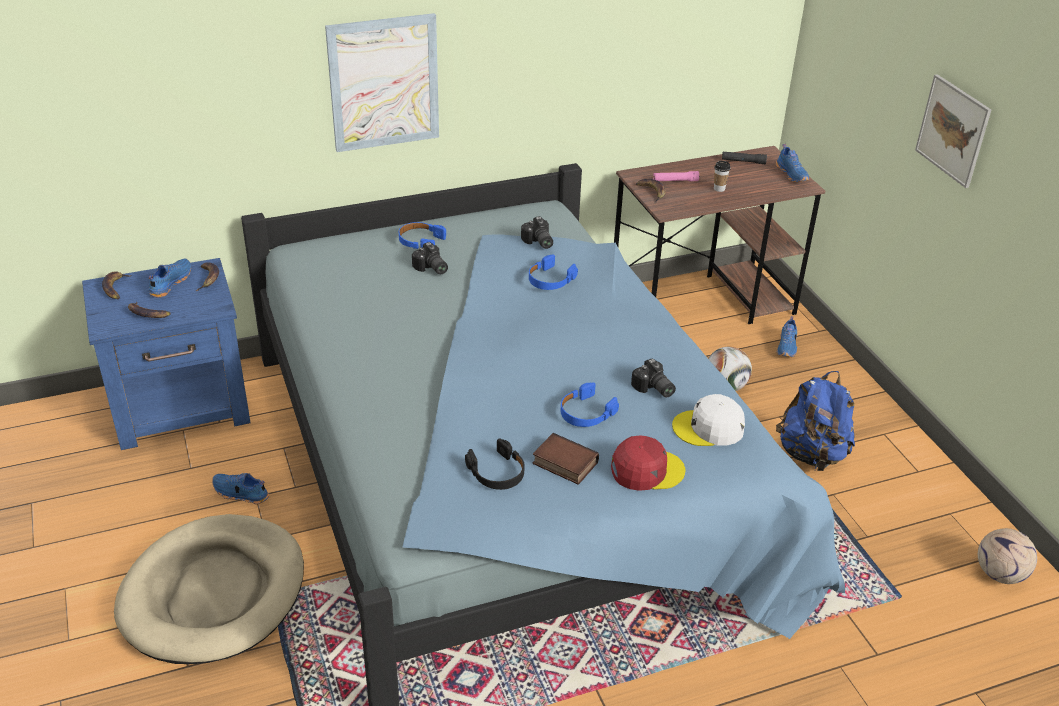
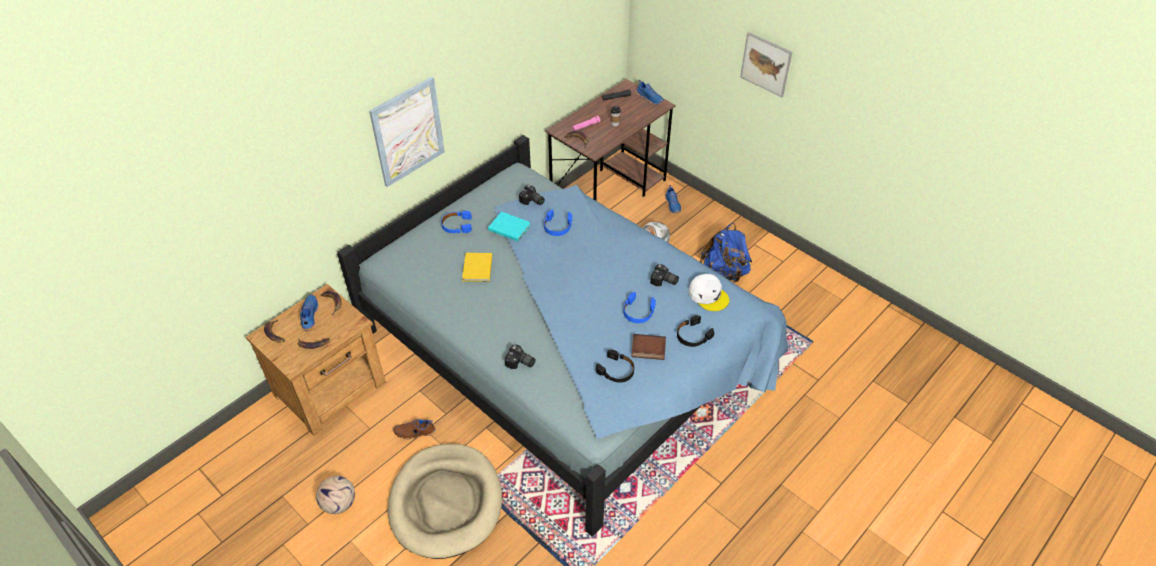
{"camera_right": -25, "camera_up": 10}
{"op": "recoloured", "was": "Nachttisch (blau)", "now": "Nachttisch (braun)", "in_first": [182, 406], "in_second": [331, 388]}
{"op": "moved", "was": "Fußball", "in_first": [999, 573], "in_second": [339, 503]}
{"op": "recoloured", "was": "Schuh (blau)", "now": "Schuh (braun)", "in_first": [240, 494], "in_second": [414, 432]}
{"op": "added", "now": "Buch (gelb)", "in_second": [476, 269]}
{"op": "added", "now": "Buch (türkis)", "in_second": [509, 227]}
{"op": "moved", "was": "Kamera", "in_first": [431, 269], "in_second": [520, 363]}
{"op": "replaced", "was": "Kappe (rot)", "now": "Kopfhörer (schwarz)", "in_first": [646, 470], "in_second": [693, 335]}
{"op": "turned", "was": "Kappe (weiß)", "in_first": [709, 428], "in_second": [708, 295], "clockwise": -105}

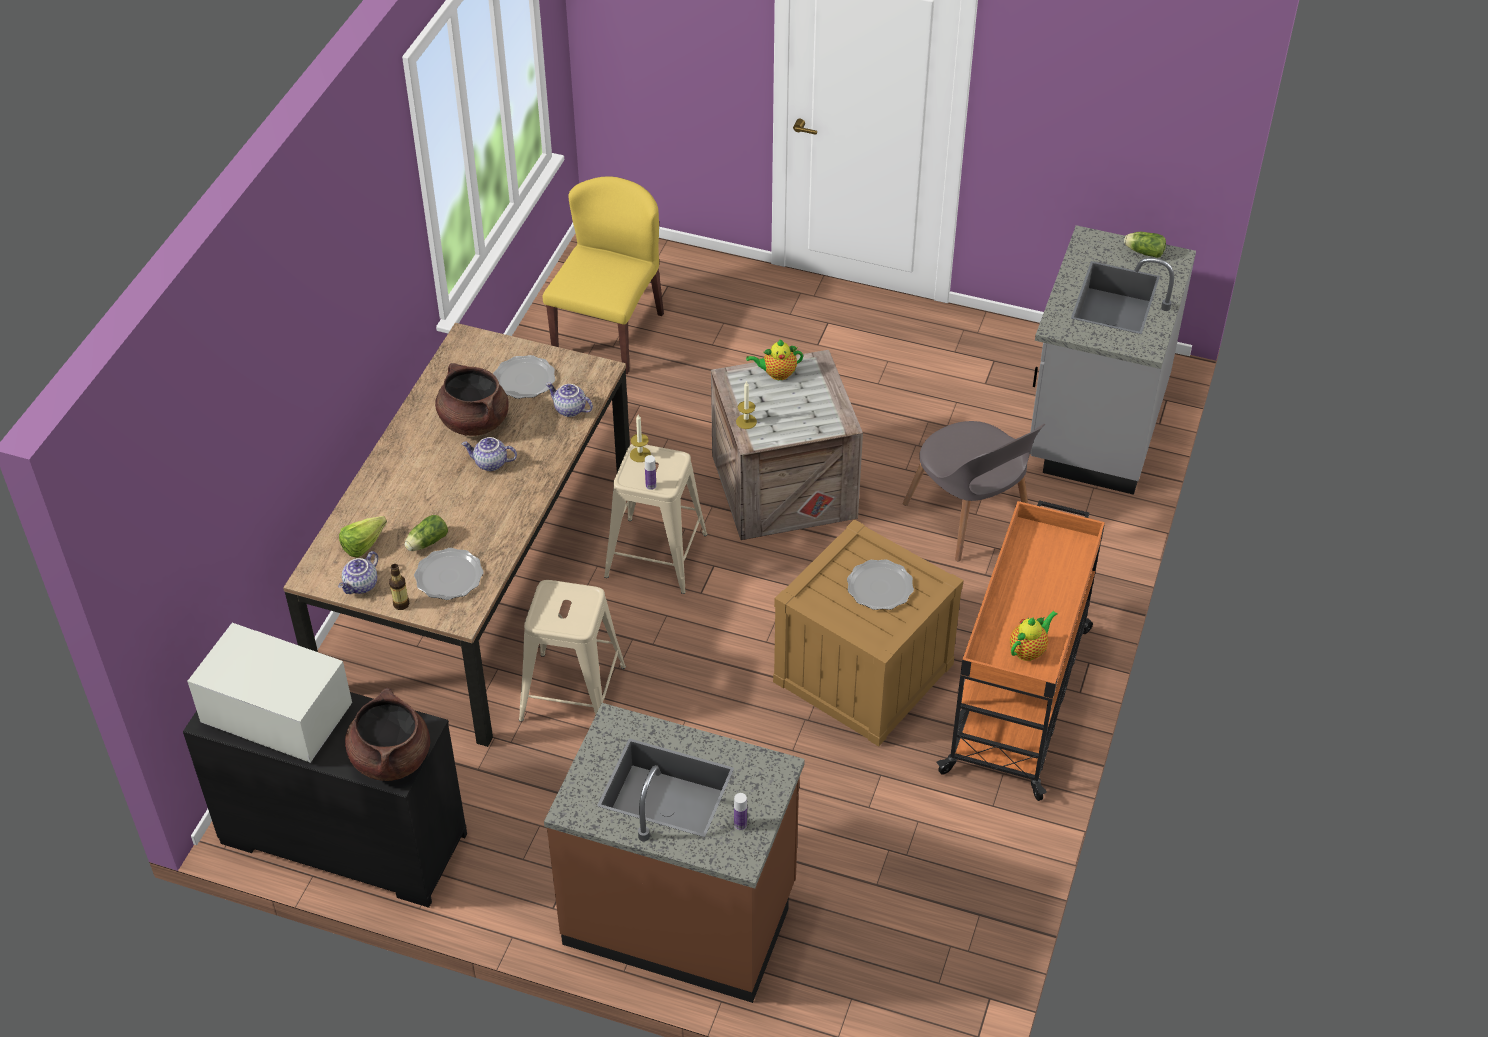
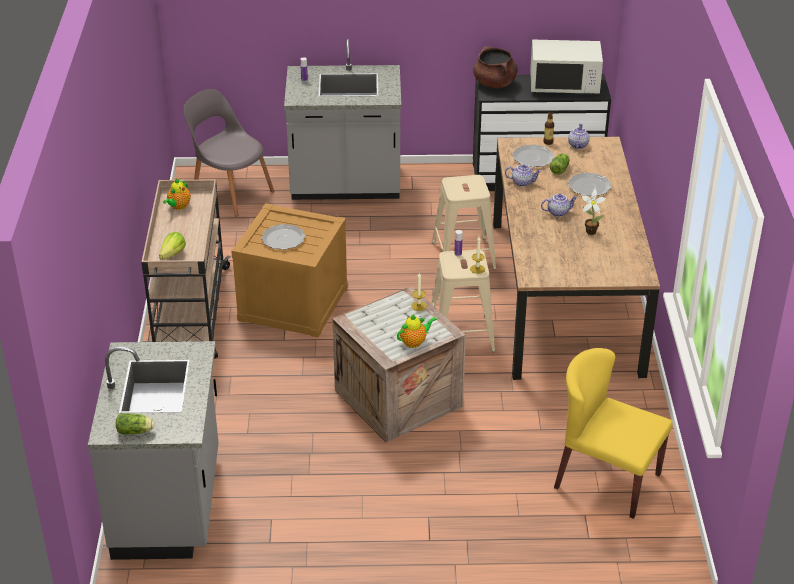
{"camera_right": 160, "camera_up": -10}
{"op": "recoloured", "was": "Rollwagen (orange)", "now": "Rollwagen (beige)", "in_first": [1018, 697], "in_second": [190, 313]}
{"op": "moved", "was": "Salatkopf", "in_first": [367, 543], "in_second": [170, 256]}
{"op": "moved", "was": "Stuhl (grau)", "in_first": [969, 518], "in_second": [230, 192]}
{"op": "recoloured", "was": "Küchenzeile (braun)", "now": "Küchenzeile (grau)", "in_first": [681, 915], "in_second": [345, 186]}
{"op": "moved", "was": "Teekanne", "in_first": [569, 410], "in_second": [522, 182]}
{"op": "turned", "was": "Stuhl (gelb)", "in_first": [608, 333], "in_second": [606, 480], "clockwise": 120}
{"op": "moved", "was": "Teller", "in_first": [524, 380], "in_second": [589, 186]}
{"op": "replaced", "was": "Kochtopf (braun)", "now": "Topfpflanze", "in_first": [473, 421], "in_second": [589, 231]}

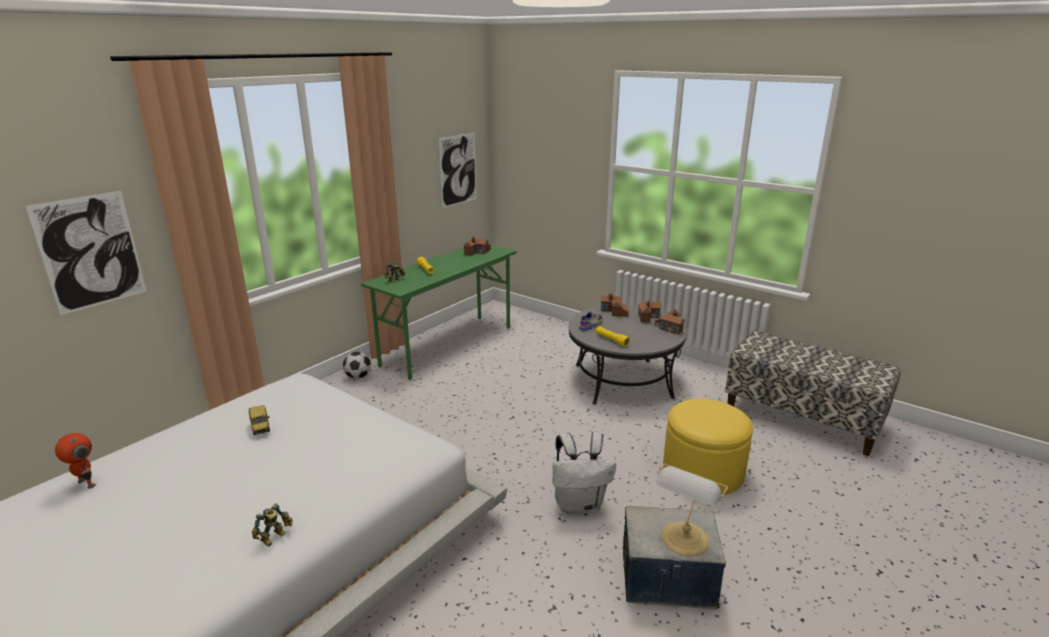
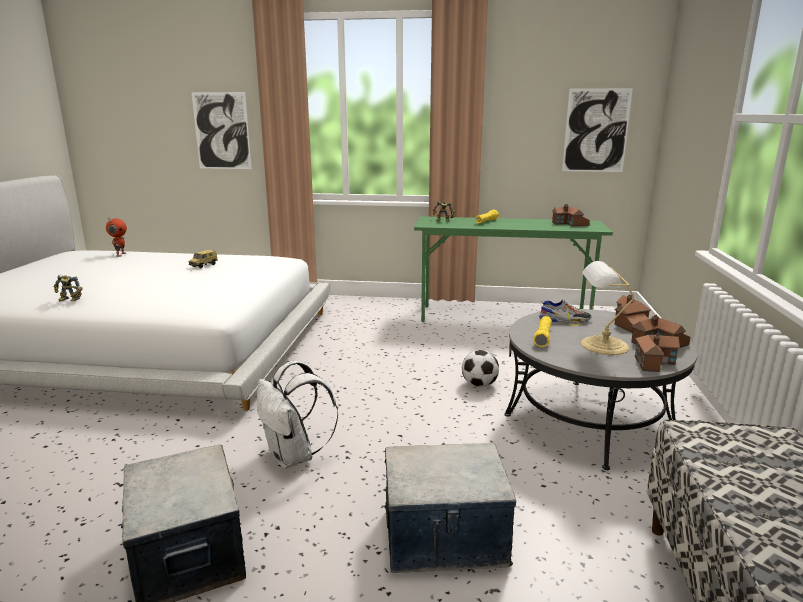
{"camera_right": 60, "camera_up": -5}
{"op": "replaced", "was": "Polsterhocker (gelb)", "now": "Aufbewahrungsbox", "in_first": [703, 471], "in_second": [444, 537]}
{"op": "moved", "was": "Fußball", "in_first": [358, 377], "in_second": [479, 385]}
{"op": "moved", "was": "Tischlampe", "in_first": [684, 540], "in_second": [601, 345]}

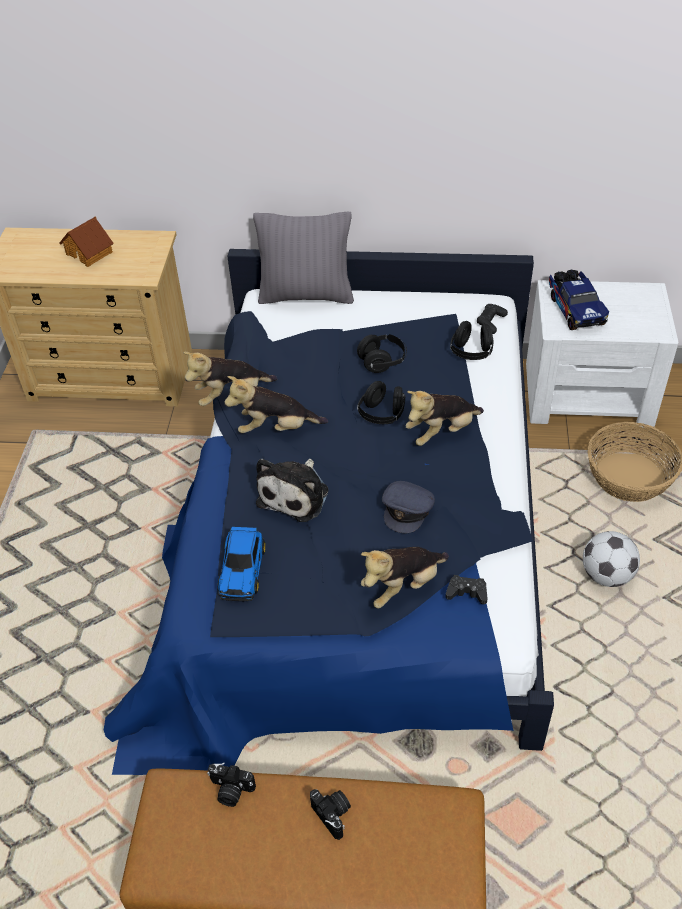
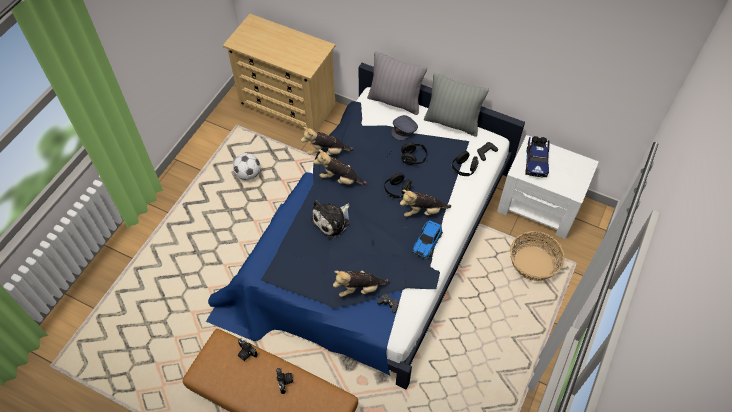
{"camera_right": 20, "camera_up": 10}
{"op": "moved", "was": "Fußball", "in_first": [606, 575], "in_second": [248, 174]}
{"op": "moved", "was": "Kappe (grau)", "in_first": [407, 509], "in_second": [404, 129]}
{"op": "moved", "was": "Spielzeugauto", "in_first": [242, 569], "in_second": [427, 242]}
{"op": "added", "now": "Kissen (grau)", "in_second": [452, 122]}
{"op": "removed", "was": "Spielzeughaus", "in_first": [89, 252]}

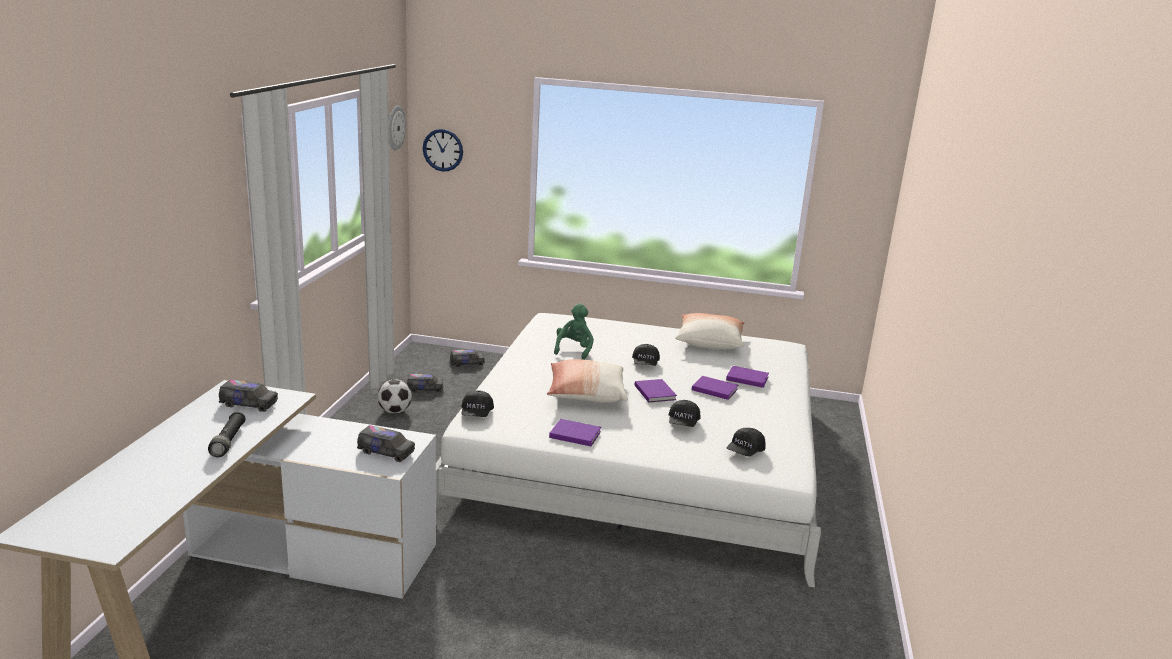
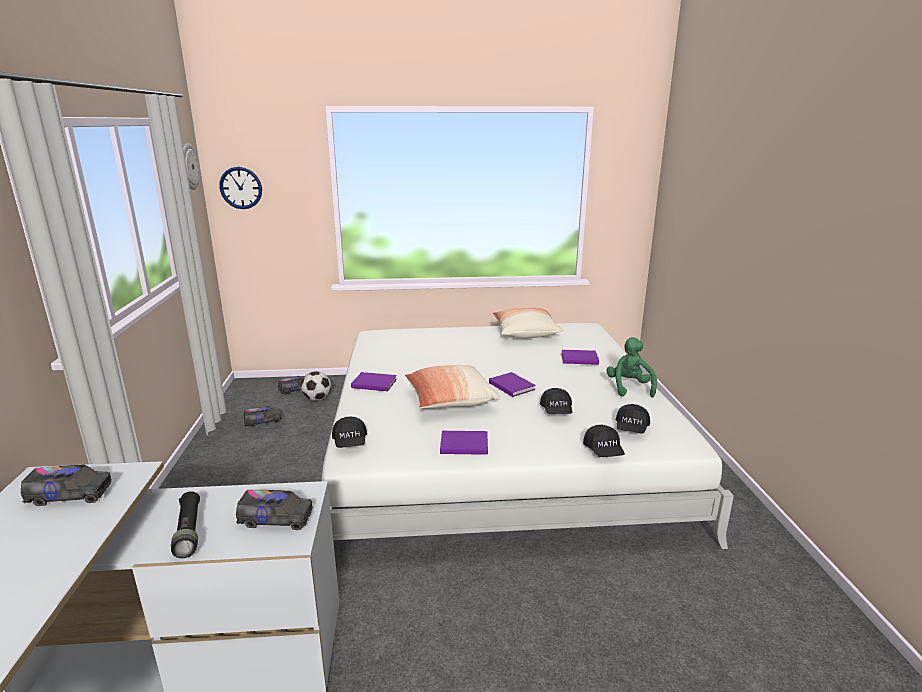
{"camera_right": -15, "camera_up": 0}
{"op": "moved", "was": "Taschenlampe (schwarz)", "in_first": [228, 441], "in_second": [189, 531]}
{"op": "moved", "was": "Fußball", "in_first": [394, 411], "in_second": [317, 399]}
{"op": "moved", "was": "Buch (lila)", "in_first": [713, 389], "in_second": [373, 383]}
{"op": "moved", "was": "Kappe (schwarz)", "in_first": [645, 364], "in_second": [603, 451]}
{"op": "moved", "was": "Plüschtier (grün)", "in_first": [574, 350], "in_second": [629, 388]}

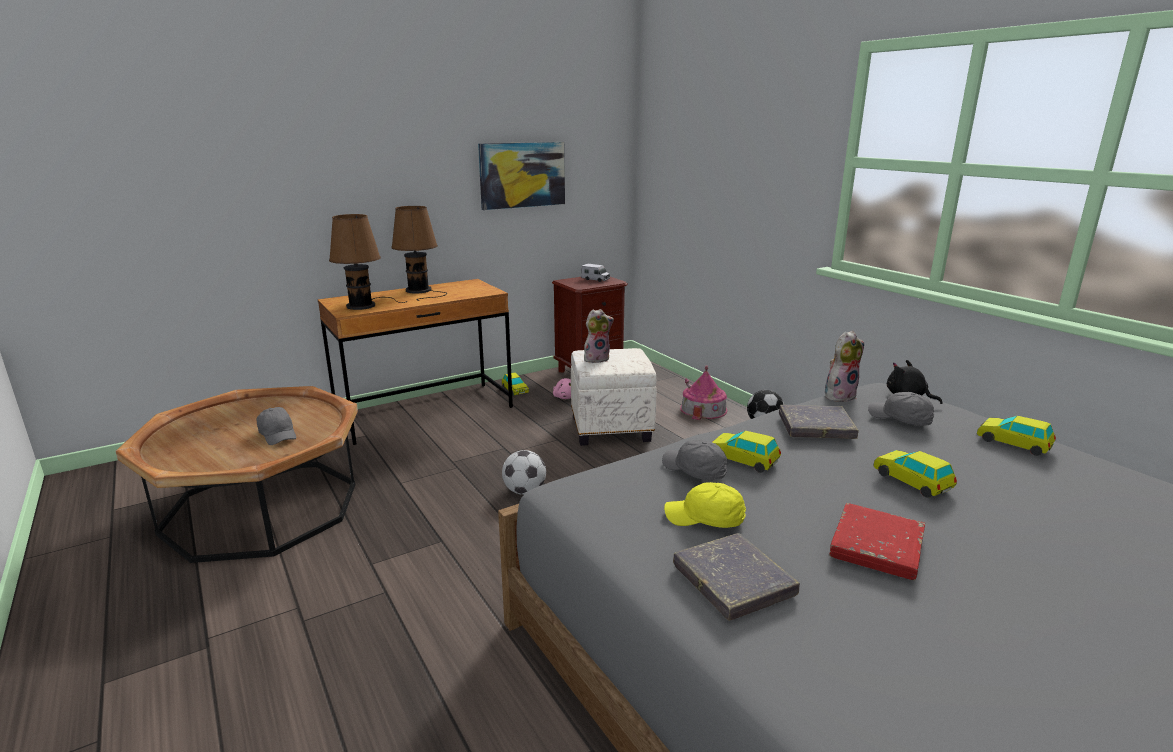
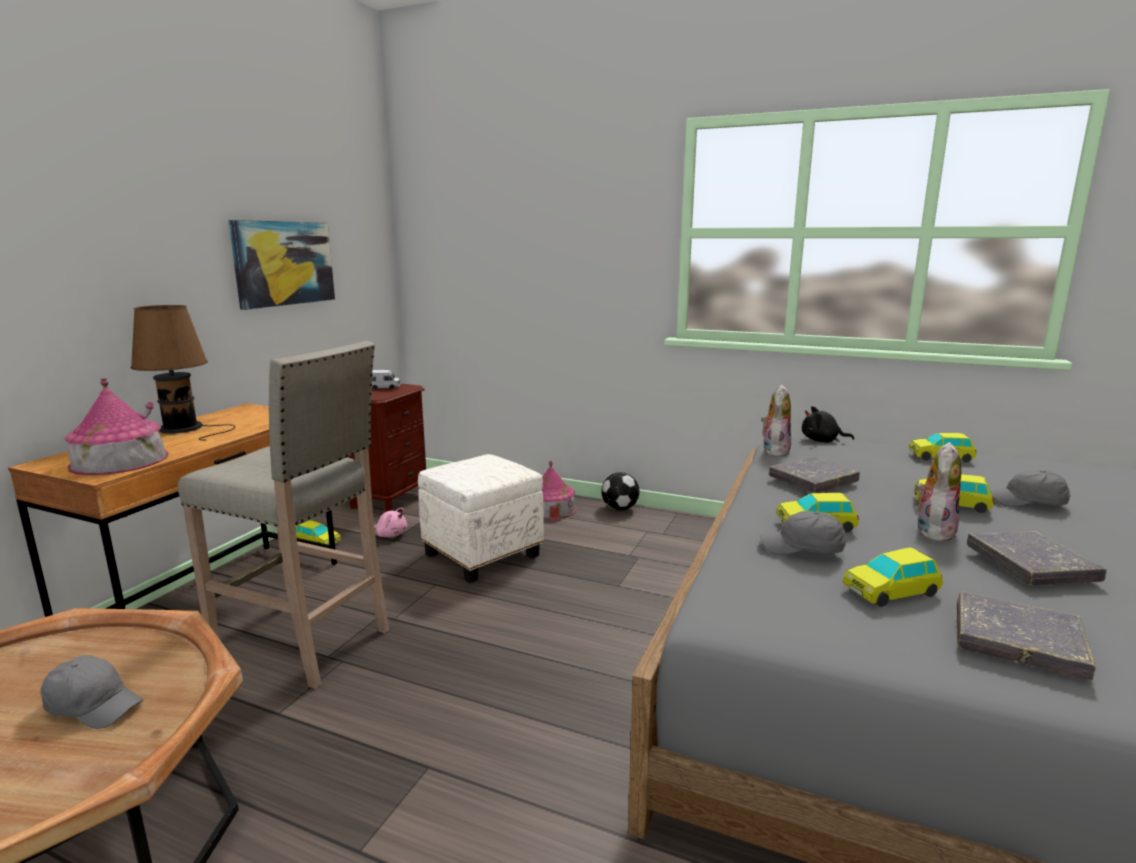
{"camera_right": -35, "camera_up": -5}
{"op": "replaced", "was": "Tischlampe (braun)", "now": "Spielzeughaus", "in_first": [364, 305], "in_second": [119, 460]}
{"op": "added", "now": "Hocker (beige)", "in_second": [305, 642]}
{"op": "replaced", "was": "Kappe (gelb)", "now": "Spielzeugauto", "in_first": [705, 519], "in_second": [890, 592]}
{"op": "moved", "was": "Plüschtier", "in_first": [597, 359], "in_second": [932, 531]}
{"op": "recoloured", "was": "Buch (rot)", "now": "Buch (grau)", "in_first": [876, 546], "in_second": [1030, 564]}
{"op": "moved", "was": "Kappe (grau)", "in_first": [900, 419], "in_second": [1027, 502]}
{"op": "removed", "was": "Fußball", "in_first": [524, 491]}

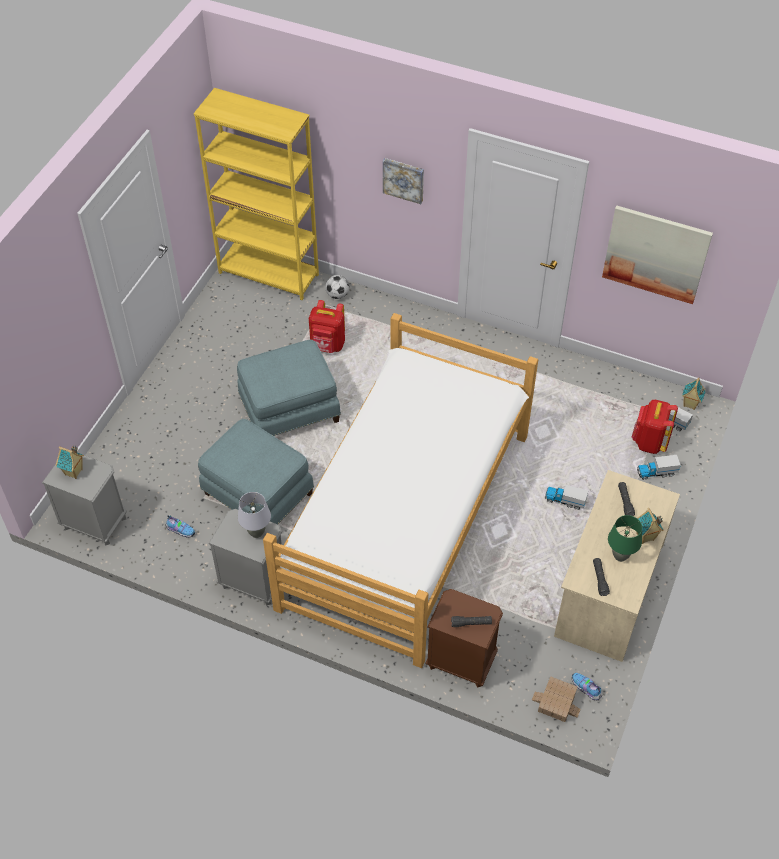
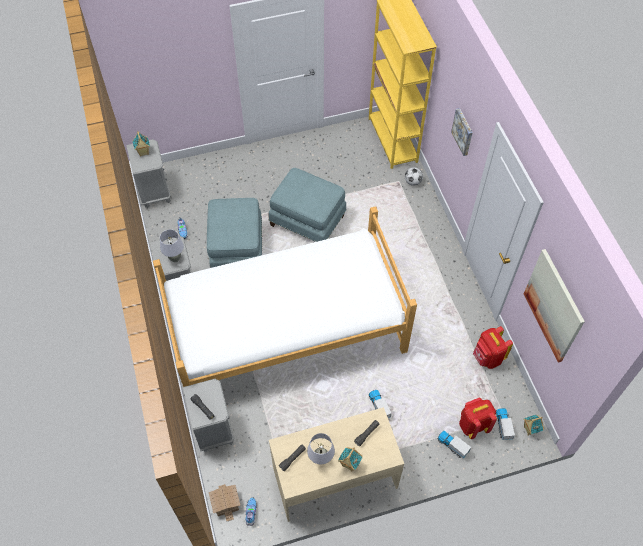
{"camera_right": 50, "camera_up": 5}
{"op": "recoloured", "was": "Nachttisch (braun)", "now": "Nachttisch (grau)", "in_first": [461, 661], "in_second": [213, 429]}
{"op": "recoloured", "was": "Tischlampe (grün)", "now": "Tischlampe (grau)", "in_first": [620, 556], "in_second": [321, 459]}
{"op": "moved", "was": "Rucksack (rot)", "in_first": [328, 345], "in_second": [487, 358]}

